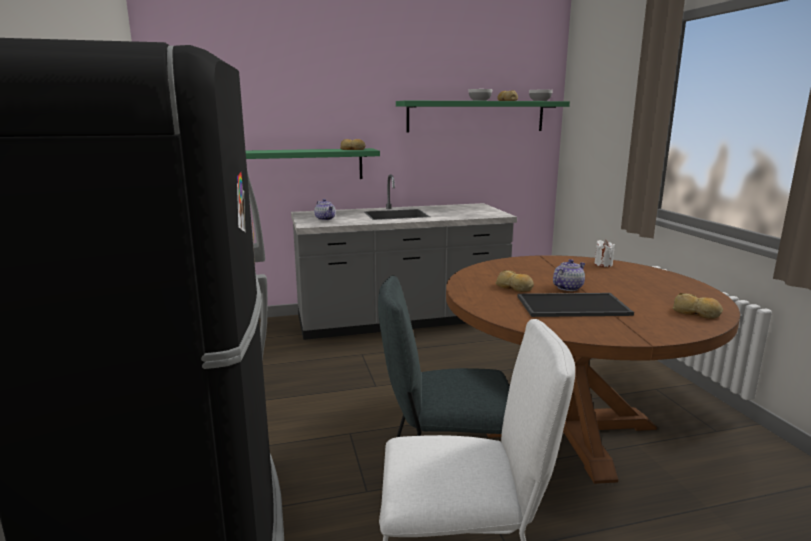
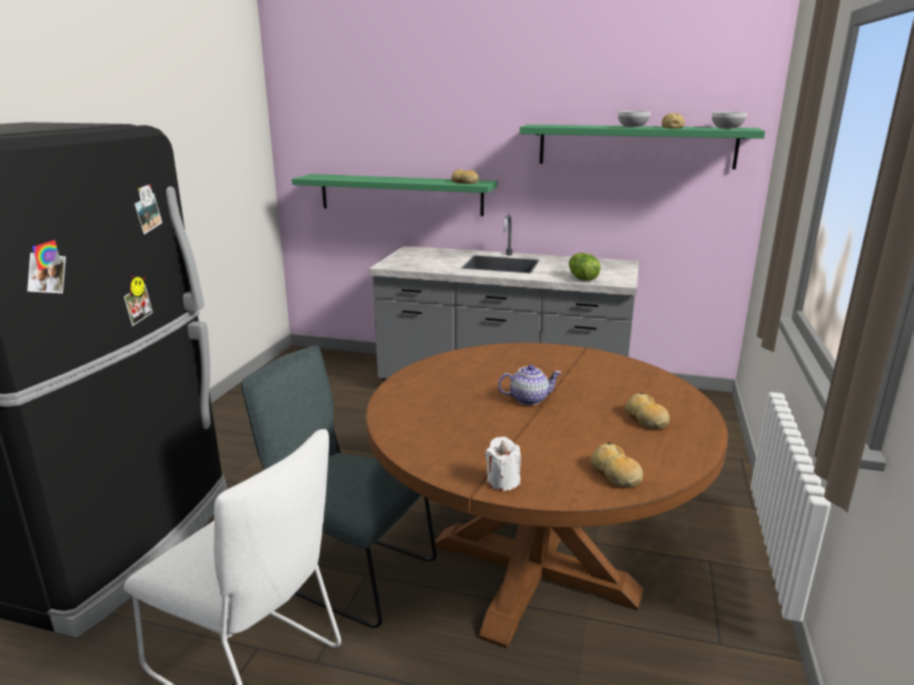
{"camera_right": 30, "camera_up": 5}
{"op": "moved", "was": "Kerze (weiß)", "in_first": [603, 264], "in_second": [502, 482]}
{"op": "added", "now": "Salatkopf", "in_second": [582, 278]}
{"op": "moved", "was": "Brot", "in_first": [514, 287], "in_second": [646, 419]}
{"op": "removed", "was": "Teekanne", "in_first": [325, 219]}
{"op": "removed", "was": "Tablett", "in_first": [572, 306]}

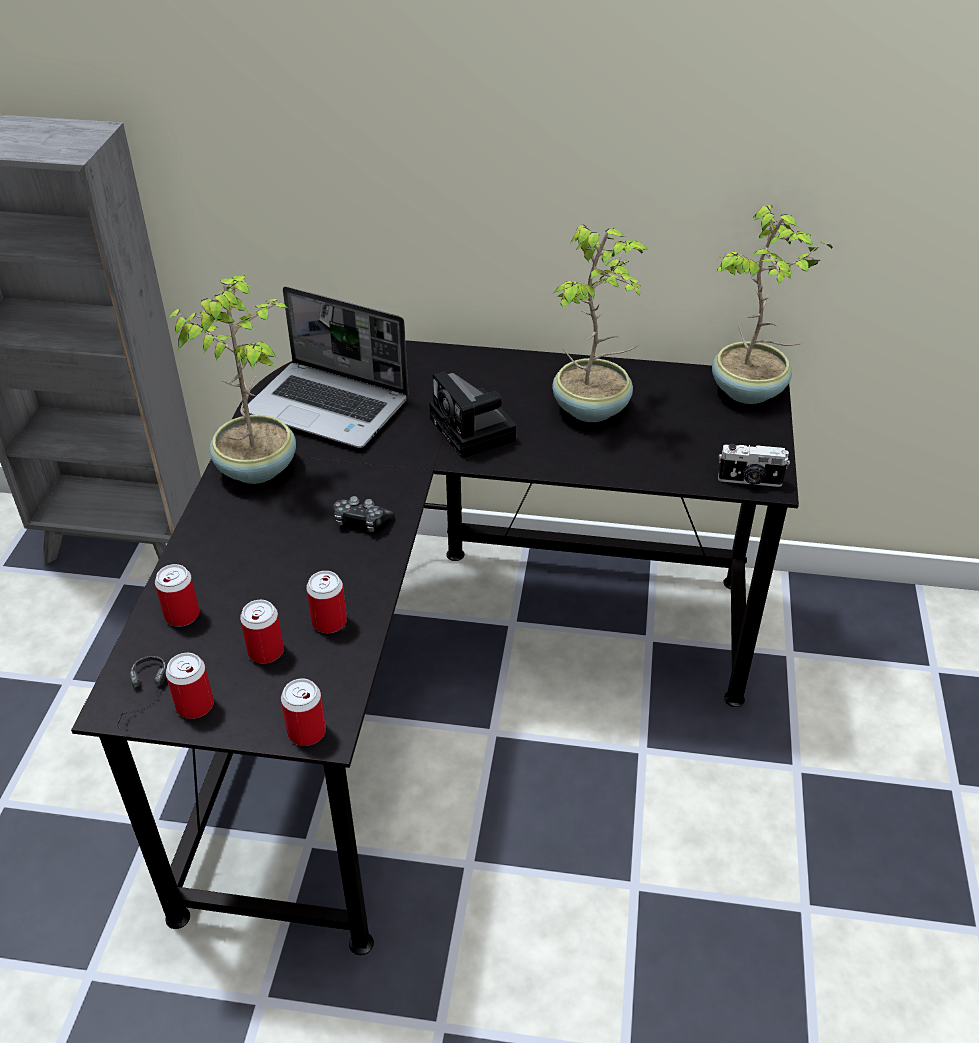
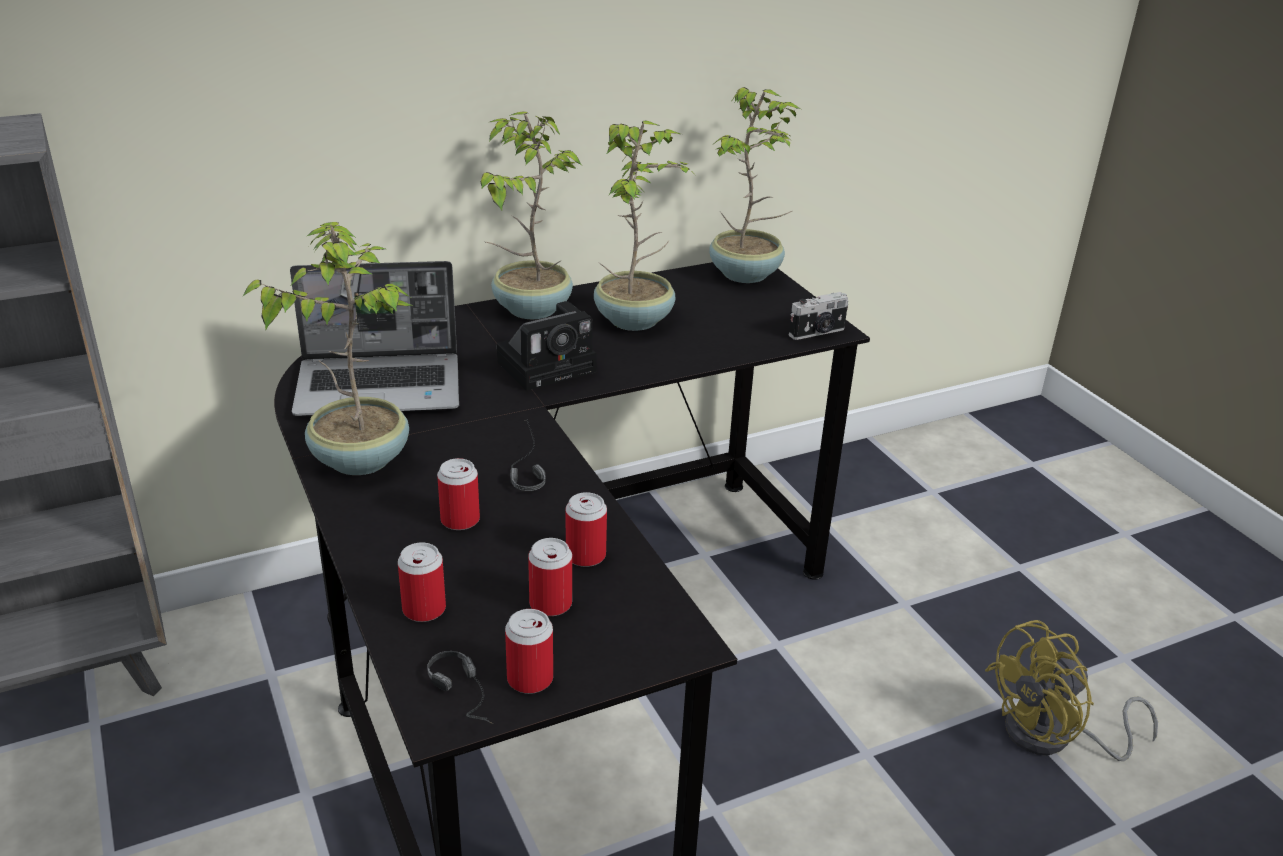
{"camera_right": -35, "camera_up": -10}
{"op": "moved", "was": "Dose", "in_first": [306, 732], "in_second": [460, 520]}
{"op": "added", "now": "Topfpflanze", "in_second": [530, 309]}
{"op": "turned", "was": "Kamera", "in_first": [475, 431], "in_second": [550, 365], "clockwise": -60}
{"op": "replaced", "was": "Gamepad", "now": "Kopfhörer", "in_first": [361, 521], "in_second": [522, 466]}
{"op": "added", "now": "Ventilator (gelb)", "in_second": [1052, 738]}

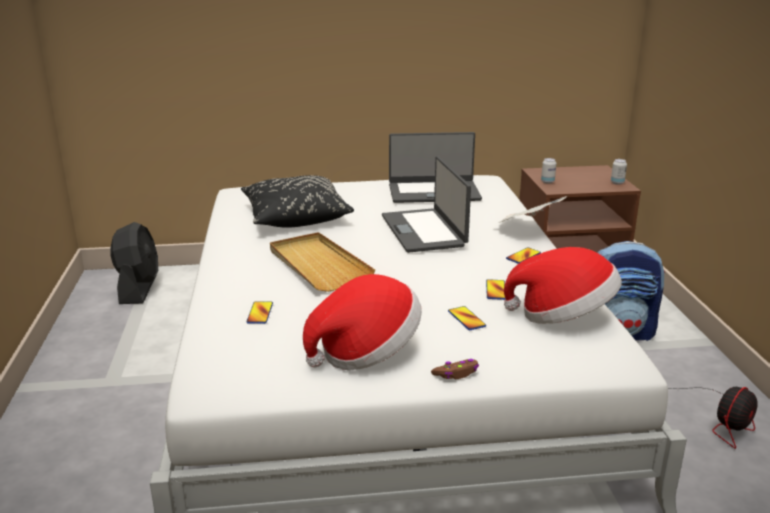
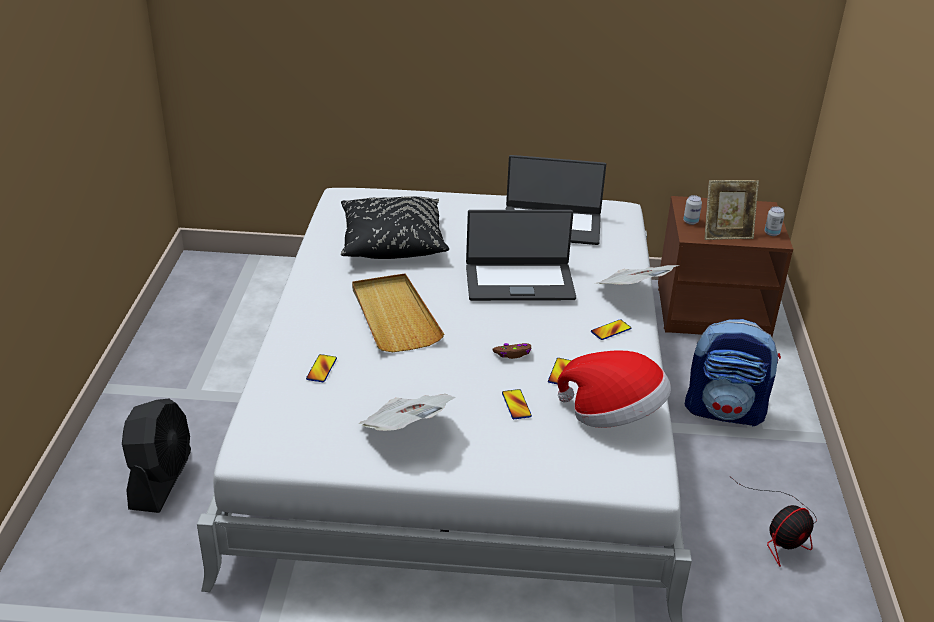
{"camera_right": 10, "camera_up": 10}
{"op": "moved", "was": "Ventilator (schwarz)", "in_first": [139, 288], "in_second": [161, 479]}
{"op": "replaced", "was": "Hut", "now": "Zeitung", "in_first": [366, 352], "in_second": [406, 430]}
{"op": "turned", "was": "Laptop", "in_first": [424, 230], "in_second": [519, 282], "clockwise": -90}
{"op": "moved", "was": "Gamepad (braun)", "in_first": [456, 374], "in_second": [513, 354]}
{"op": "added", "now": "Bilderrahmen", "in_second": [726, 234]}

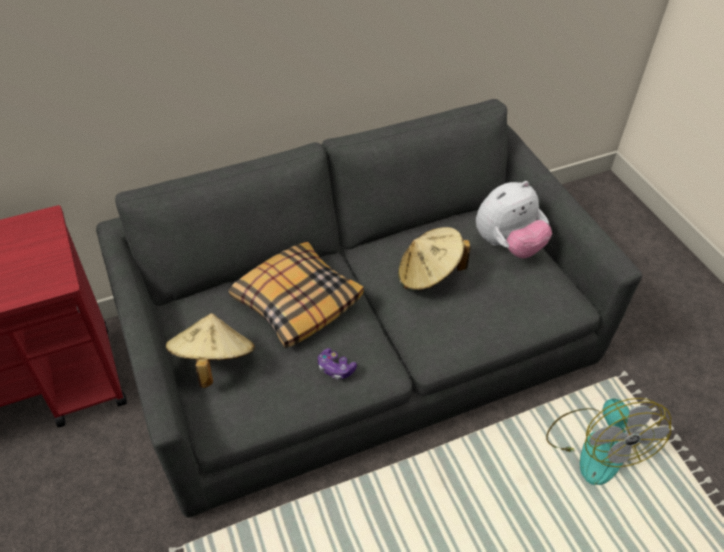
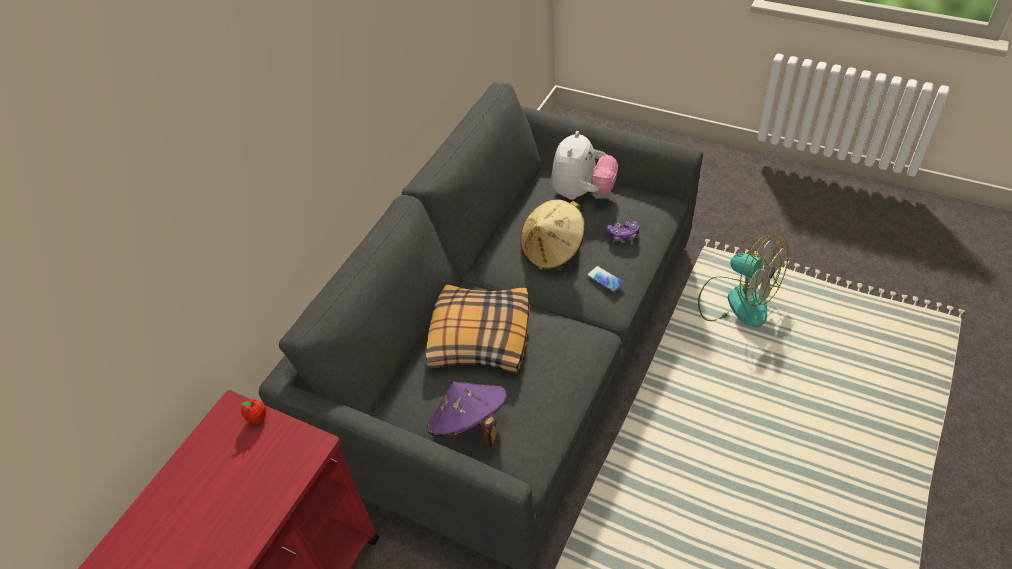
{"camera_right": -35, "camera_up": 0}
{"op": "added", "now": "Apfel", "in_second": [257, 417]}
{"op": "recoloured", "was": "Hut (beige)", "now": "Hut (lila)", "in_first": [213, 362], "in_second": [470, 426]}
{"op": "added", "now": "Handy", "in_second": [605, 279]}
{"op": "moved", "was": "Gamepad", "in_first": [335, 368], "in_second": [623, 235]}

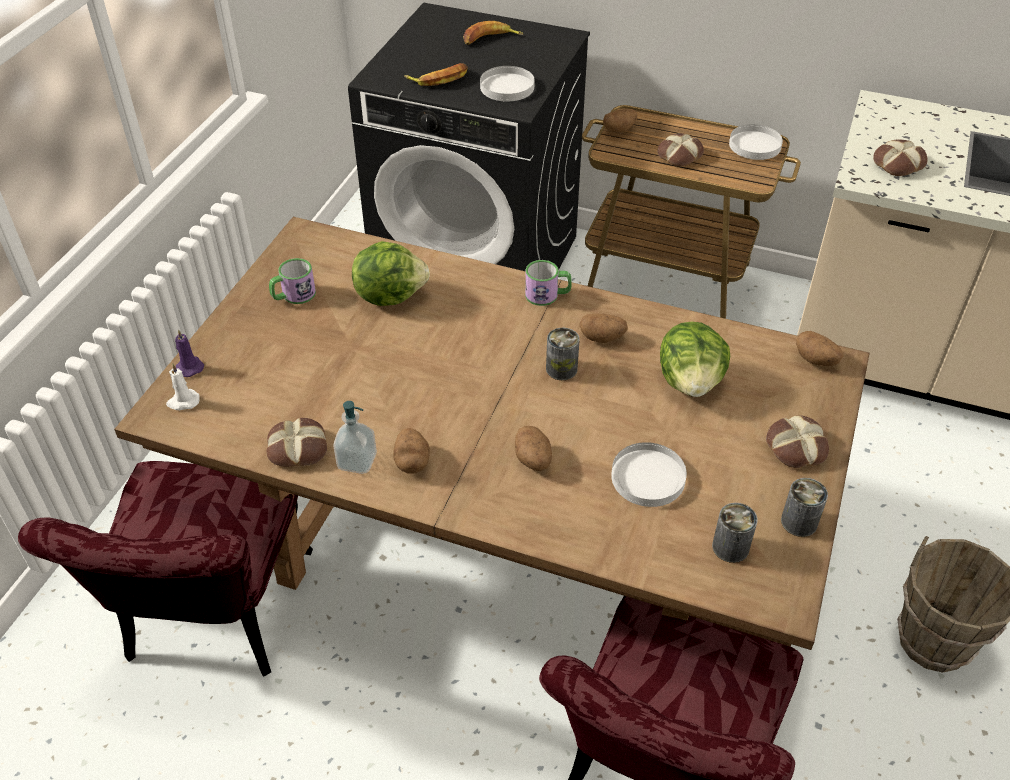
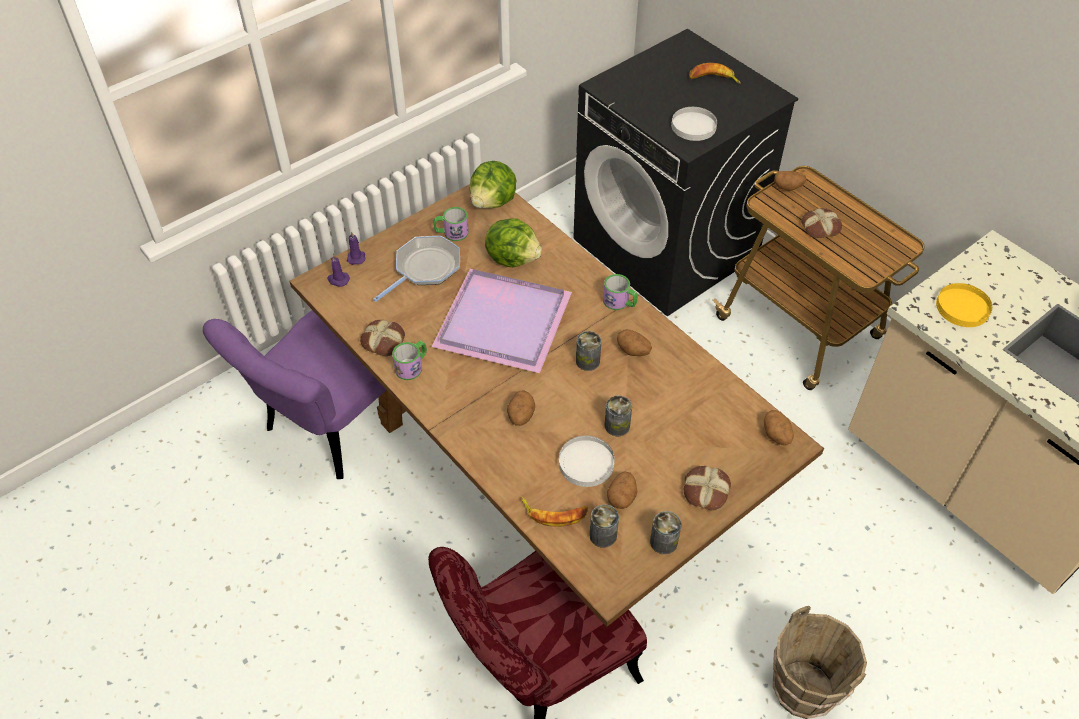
{"camera_right": 30, "camera_up": 5}
{"op": "recoloured", "was": "Stuhl (rot)", "now": "Stuhl (lila)", "in_first": [213, 622], "in_second": [328, 430]}
{"op": "recoloured", "was": "Kerze (weiß)", "now": "Kerze (lila)", "in_first": [183, 402], "in_second": [338, 280]}
{"op": "added", "now": "Pfanne", "in_second": [425, 268]}
{"op": "replaced", "was": "Seifenspender", "now": "Henkelbecher", "in_first": [357, 461], "in_second": [412, 366]}
{"op": "added", "now": "Tablett (lila)", "in_second": [506, 321]}
{"op": "moved", "was": "Salatkopf", "in_first": [690, 382], "in_second": [493, 202]}
{"op": "moved", "was": "Banane", "in_first": [439, 79], "in_second": [554, 513]}
{"op": "added", "now": "Dose", "in_second": [617, 426]}
{"op": "moved", "was": "Kartoffel", "in_first": [412, 461], "in_second": [621, 497]}
{"op": "replaced", "was": "Brot", "now": "Teller (gelb)", "in_first": [897, 163], "in_second": [962, 307]}
{"op": "removed", "was": "Teller (weiß)", "in_first": [755, 145]}

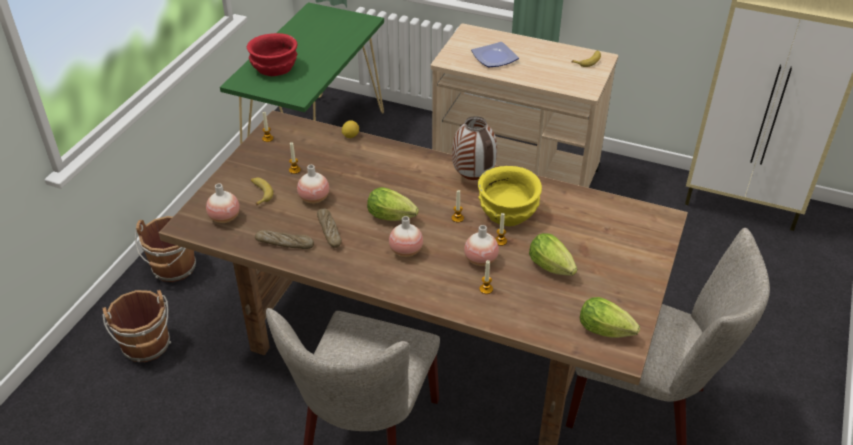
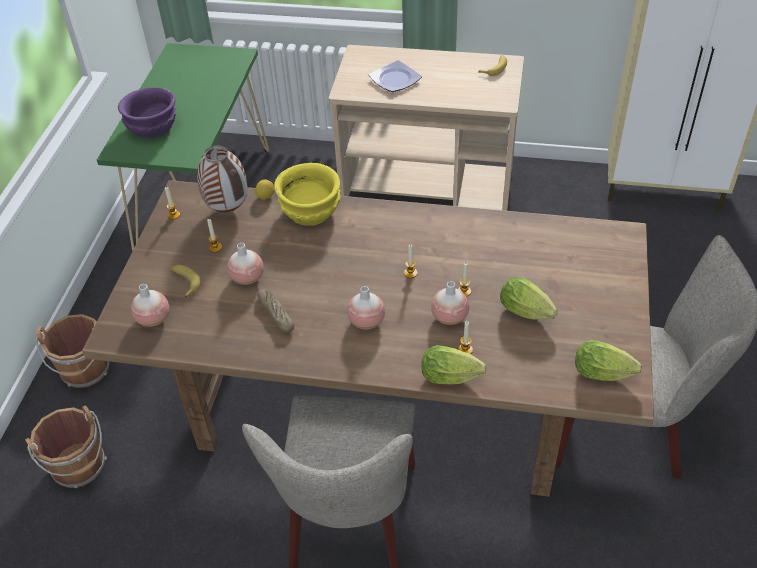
{"camera_right": -10, "camera_up": 5}
{"op": "recoloured", "was": "Schüssel (rot)", "now": "Schüssel (lila)", "in_first": [274, 68], "in_second": [152, 128]}
{"op": "moved", "was": "Vase", "in_first": [472, 178], "in_second": [227, 209]}
{"op": "moved", "was": "Schüssel (gelb)", "in_first": [508, 212], "in_second": [311, 210]}
{"op": "moved", "was": "Salatkopf", "in_first": [394, 217], "in_second": [453, 377]}
{"op": "removed", "was": "Brot", "in_first": [284, 243]}

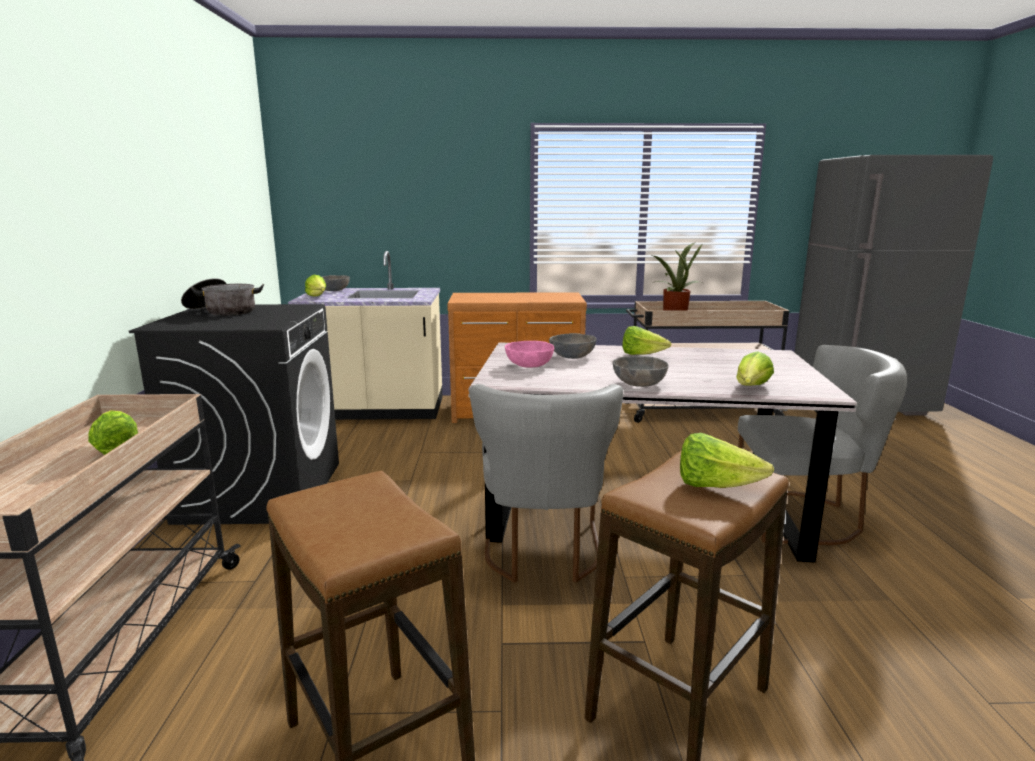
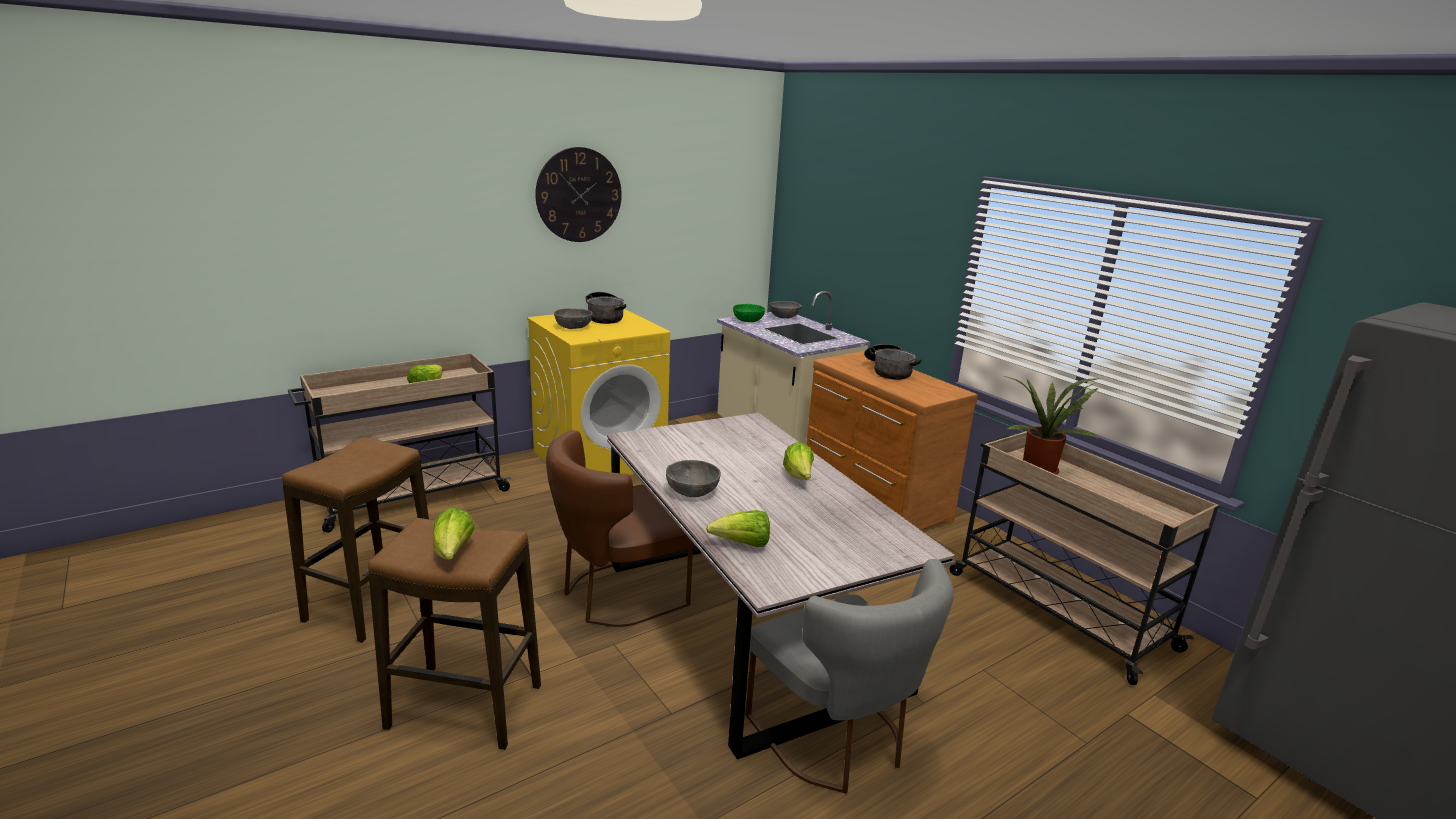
{"camera_right": 55, "camera_up": 5}
{"op": "recoloured", "was": "Waschmaschine (schwarz)", "now": "Waschmaschine (gelb)", "in_first": [261, 491], "in_second": [600, 458]}
{"op": "added", "now": "Wanduhr", "in_second": [579, 195]}
{"op": "recoloured", "was": "Stuhl (grau)", "now": "Stuhl (braun)", "in_first": [543, 553], "in_second": [616, 595]}
{"op": "moved", "was": "Schüssel (grau)", "in_first": [572, 356], "in_second": [573, 327]}
{"op": "replaced", "was": "Salatkopf", "now": "Schüssel (grün)", "in_first": [318, 297], "in_second": [748, 320]}
{"op": "added", "now": "Kochtopf", "in_second": [888, 371]}
{"op": "removed", "was": "Schüssel (rosa)", "in_first": [529, 365]}

